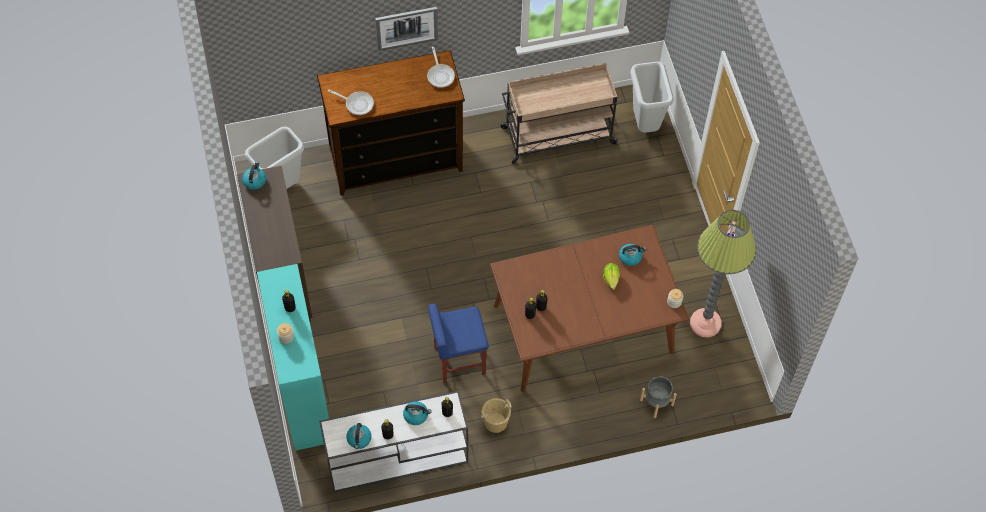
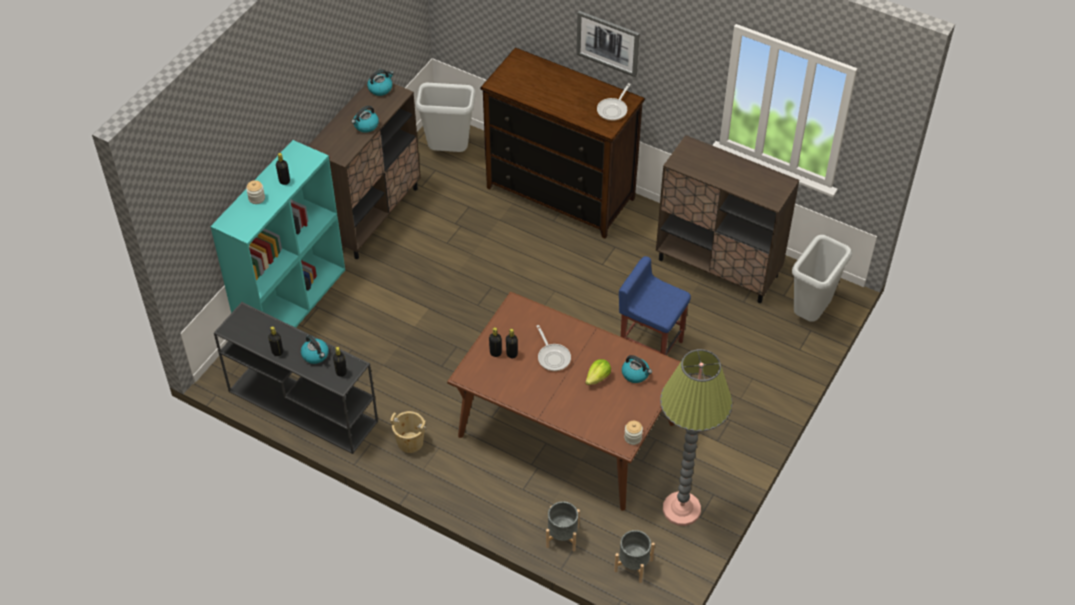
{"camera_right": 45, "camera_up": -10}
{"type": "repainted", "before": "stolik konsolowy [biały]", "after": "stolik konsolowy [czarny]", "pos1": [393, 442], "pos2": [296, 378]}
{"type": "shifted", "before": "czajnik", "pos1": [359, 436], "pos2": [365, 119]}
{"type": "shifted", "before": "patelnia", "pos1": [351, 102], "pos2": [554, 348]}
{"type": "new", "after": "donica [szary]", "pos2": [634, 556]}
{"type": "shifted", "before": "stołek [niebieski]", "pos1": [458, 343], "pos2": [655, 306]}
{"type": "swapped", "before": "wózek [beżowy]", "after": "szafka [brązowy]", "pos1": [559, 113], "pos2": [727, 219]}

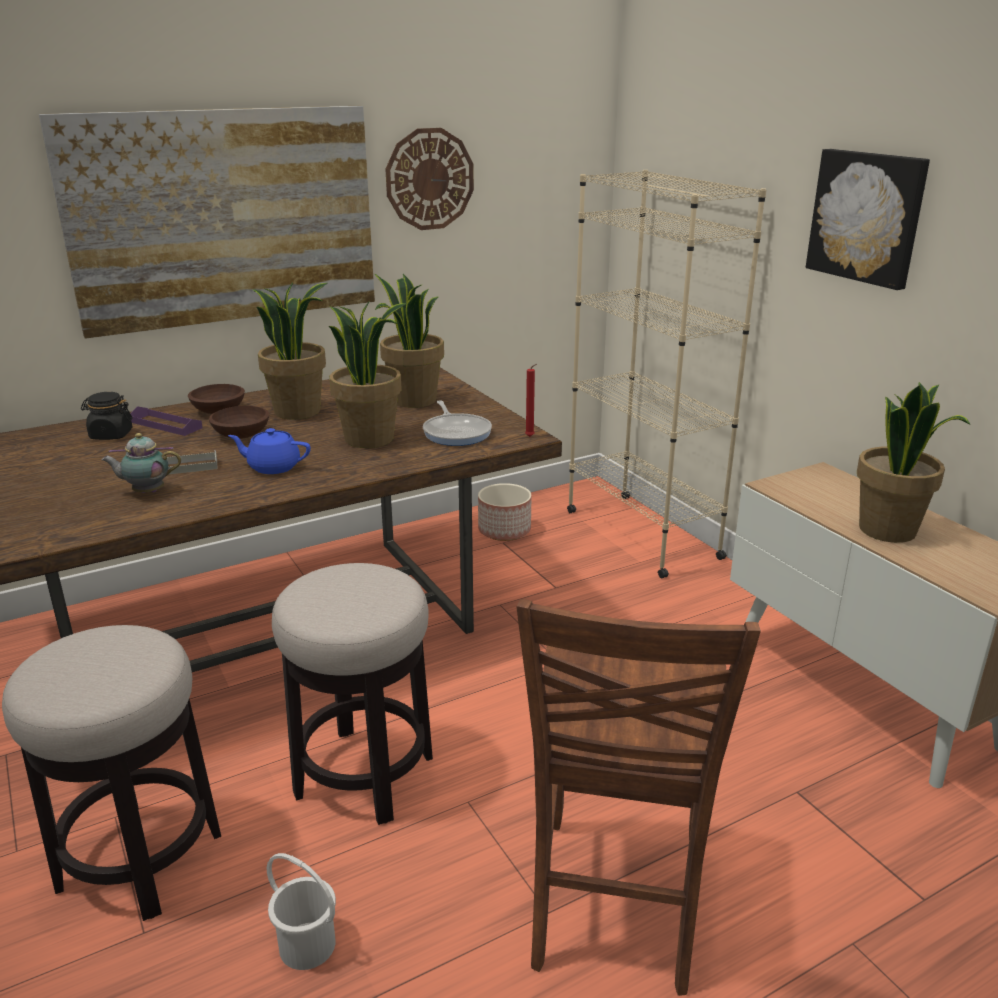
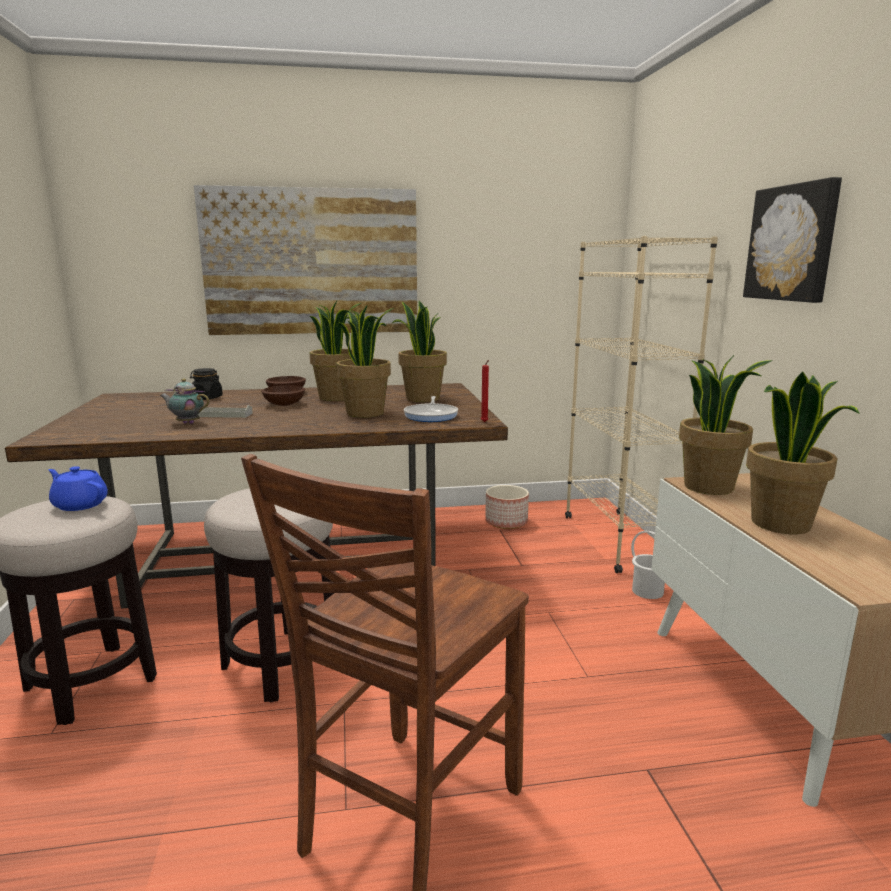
{"camera_right": 20, "camera_up": -10}
{"type": "shifted", "before": "imbryk [niebieski]", "pos1": [269, 451], "pos2": [78, 488]}
{"type": "shifted", "before": "wiadro [biały]", "pos1": [301, 911], "pos2": [648, 565]}
{"type": "new", "after": "roślina doniczkowa", "pos2": [726, 425]}
{"type": "gone", "before": "taca [fioletowy]", "pos1": [166, 421]}
{"type": "gone", "before": "zegar ścienny", "pos1": [429, 179]}

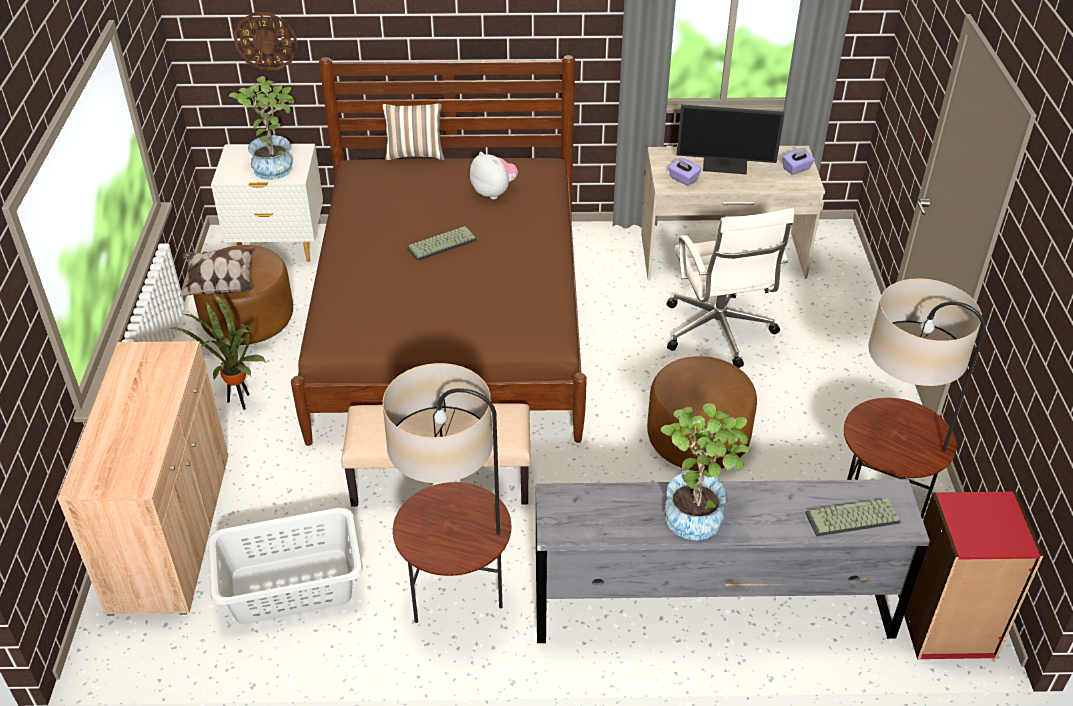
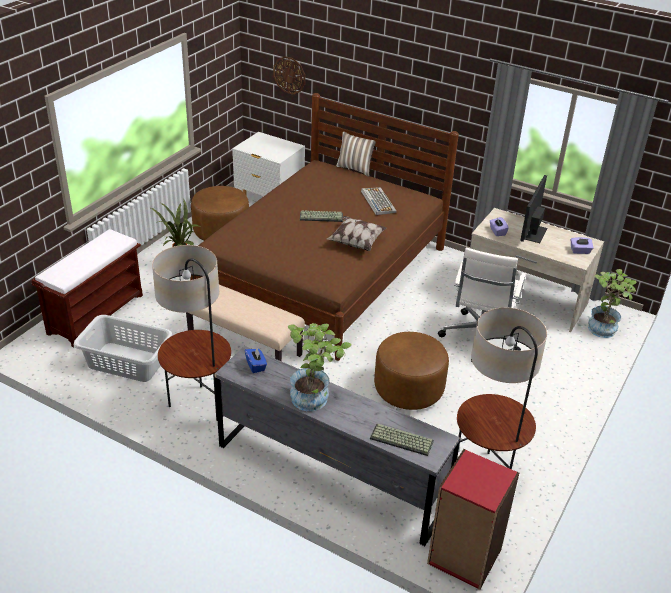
{"camera_right": 30, "camera_up": -5}
{"type": "swapped", "before": "szafka [beżowy]", "after": "ławka [brązowy]", "pos1": [142, 478], "pos2": [87, 288]}
{"type": "new", "after": "pudełko chusteczek [niebieski]", "pos2": [256, 360]}
{"type": "shifted", "before": "poduszka", "pos1": [217, 272], "pos2": [357, 233]}
{"type": "swapped", "before": "pluszak", "after": "klawiatura", "pos1": [494, 175], "pos2": [379, 201]}
{"type": "rotated", "before": "monitor", "pos1": [730, 139], "pos2": [533, 209], "turn": 75}
{"type": "shifted", "before": "roślina doniczkowa", "pos1": [261, 128], "pos2": [612, 303]}

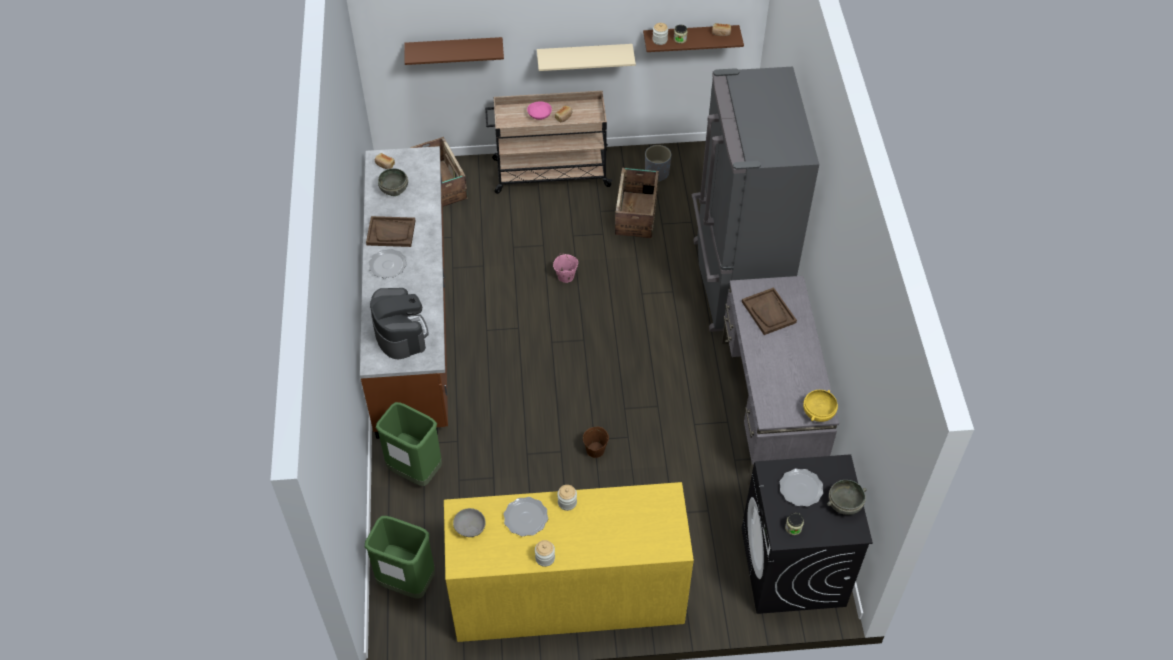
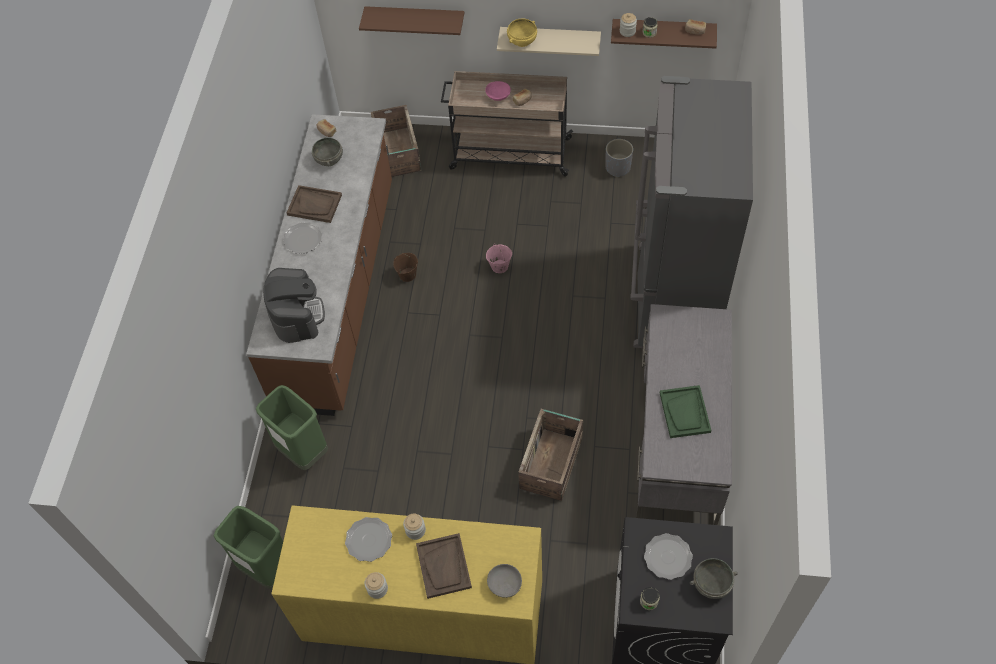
{"camera_right": 15, "camera_up": 5}
{"type": "shifted", "before": "wiadro [brązowy]", "pos1": [596, 442], "pos2": [405, 267]}
{"type": "shifted", "before": "taca [brązowy]", "pos1": [769, 311], "pos2": [444, 566]}
{"type": "shifted", "before": "miska [szary]", "pos1": [469, 522], "pos2": [504, 581]}
{"type": "shifted", "before": "miska [żółty]", "pos1": [820, 406], "pos2": [522, 33]}
{"type": "shifted", "before": "skrzynka", "pos1": [637, 203], "pos2": [550, 455]}
{"type": "new", "after": "taca [zielony]", "pos2": [686, 411]}

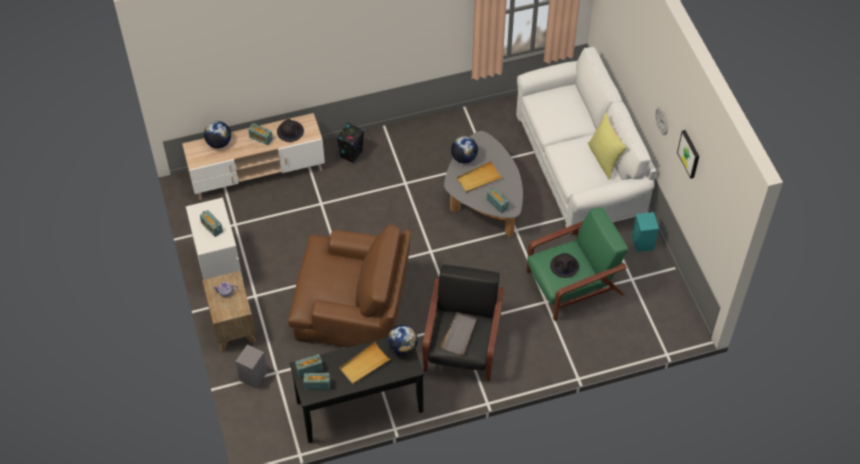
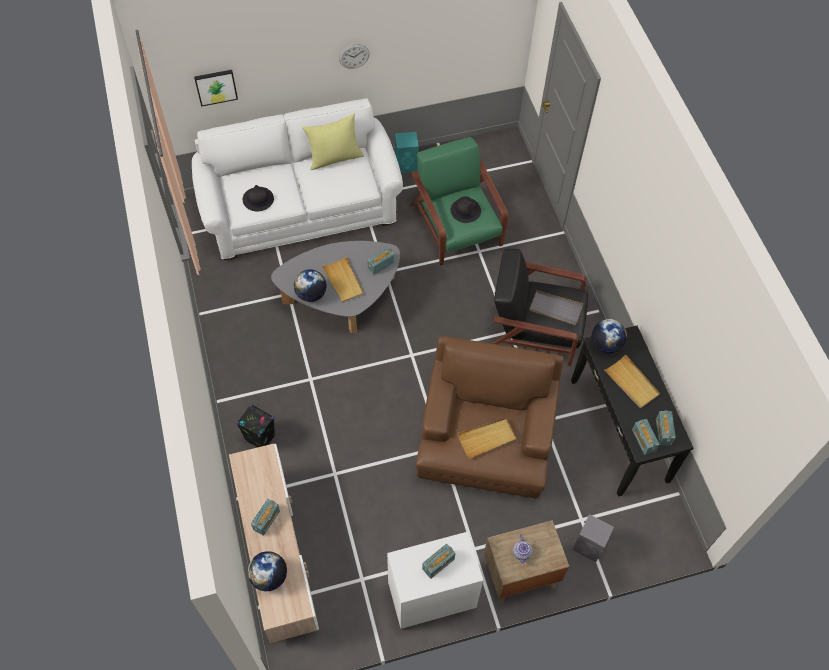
{"camera_right": -90, "camera_up": 5}
{"type": "shifted", "before": "obraz", "pos1": [688, 154], "pos2": [216, 88]}
{"type": "shifted", "before": "kapelusz [czarny]", "pos1": [290, 130], "pos2": [258, 198]}
{"type": "new", "after": "taca [beżowy]", "pos2": [487, 438]}

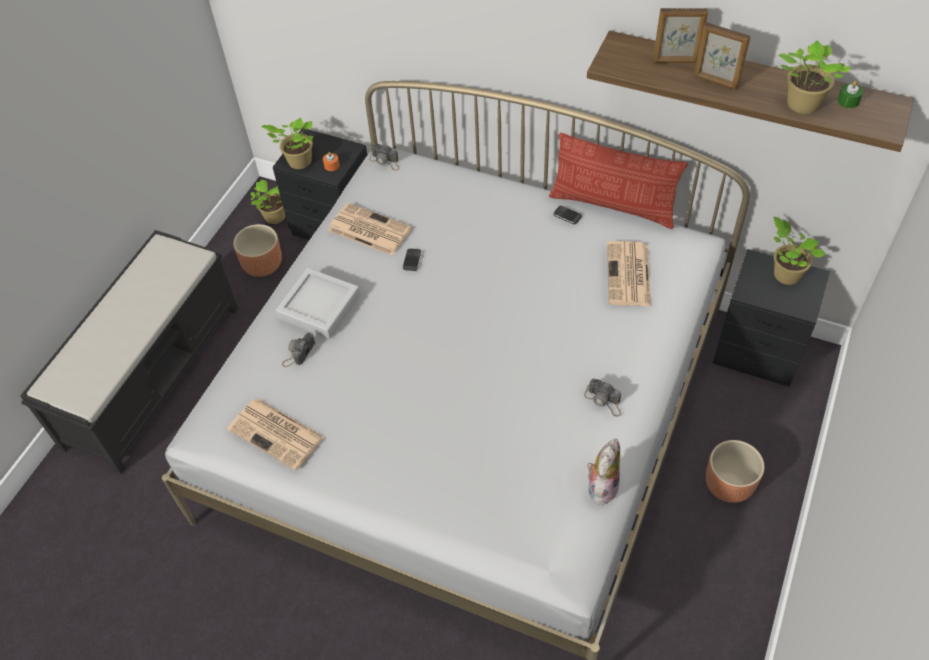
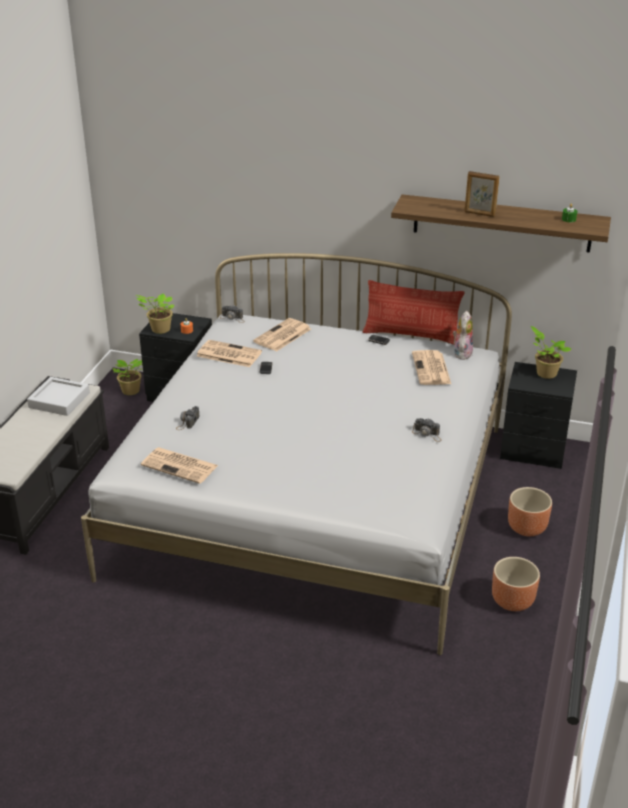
{"camera_right": -10, "camera_up": -20}
{"type": "shifted", "before": "taca [szary]", "pos1": [318, 303], "pos2": [58, 396]}
{"type": "new", "after": "gazeta", "pos2": [282, 334]}
{"type": "shifted", "before": "pluszak", "pos1": [603, 471], "pos2": [463, 335]}
{"type": "shifted", "before": "donica [brązowy]", "pos1": [257, 250], "pos2": [516, 584]}
{"type": "gone", "before": "ramka na zdjęcie", "pos1": [680, 35]}
{"type": "gone", "before": "roślina doniczkowa", "pos1": [814, 77]}

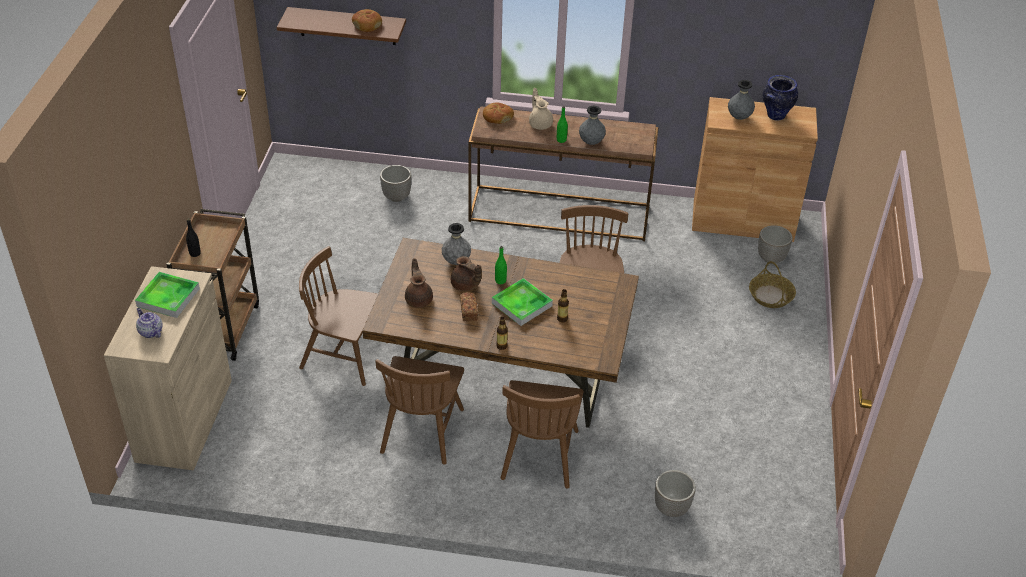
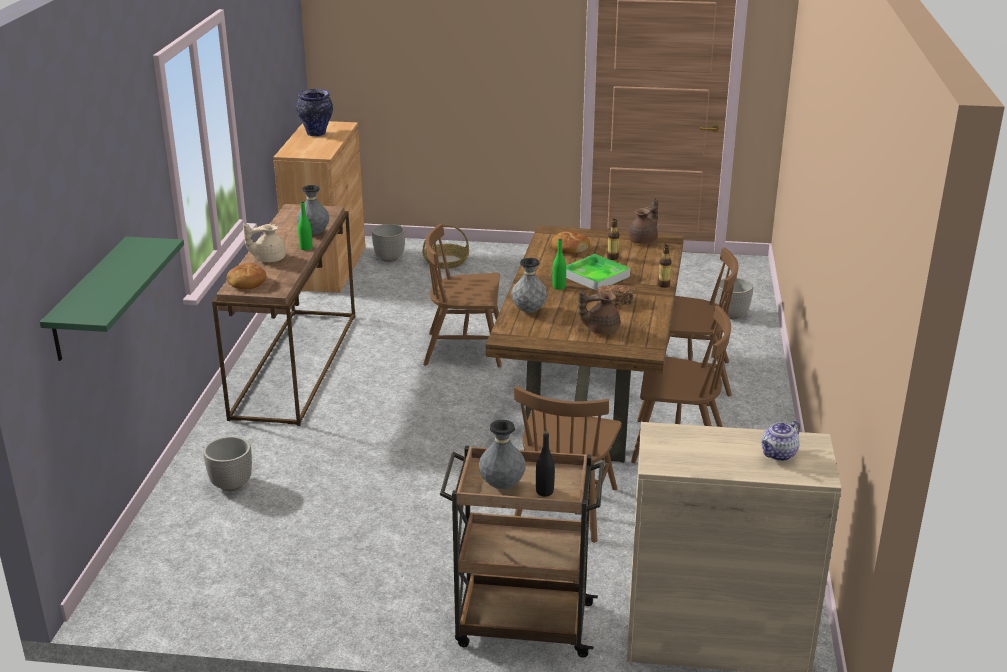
{"camera_right": -90, "camera_up": -15}
{"type": "repainted", "before": "półka [brązowy]", "after": "półka [zielony]", "pos1": [341, 26], "pos2": [112, 299]}
{"type": "shifted", "before": "wazon [szary]", "pos1": [741, 100], "pos2": [502, 454]}
{"type": "shifted", "before": "chleb", "pos1": [367, 20], "pos2": [570, 242]}
{"type": "shifted", "before": "imbryk [brązowy]", "pos1": [466, 273], "pos2": [643, 220]}
{"type": "gone", "before": "taca", "pos1": [167, 295]}

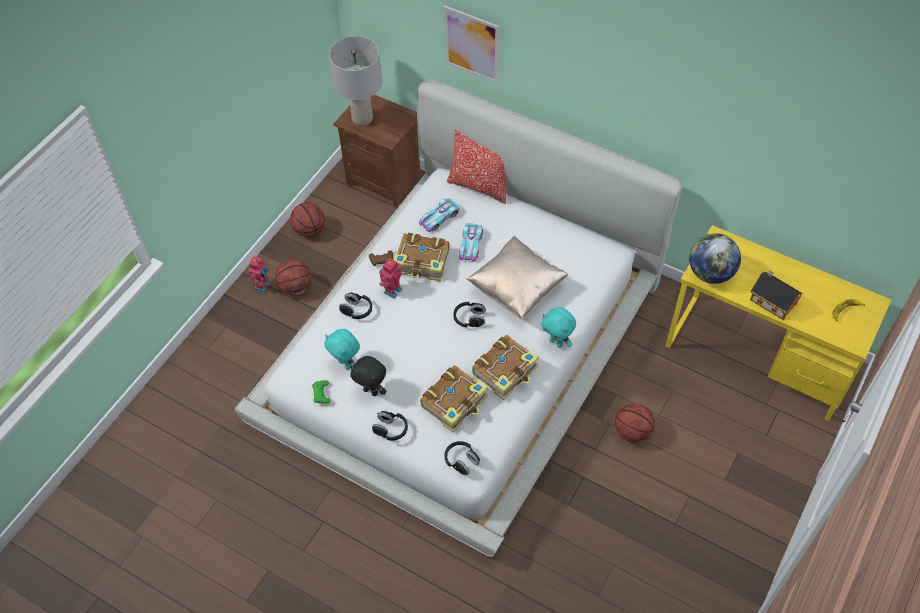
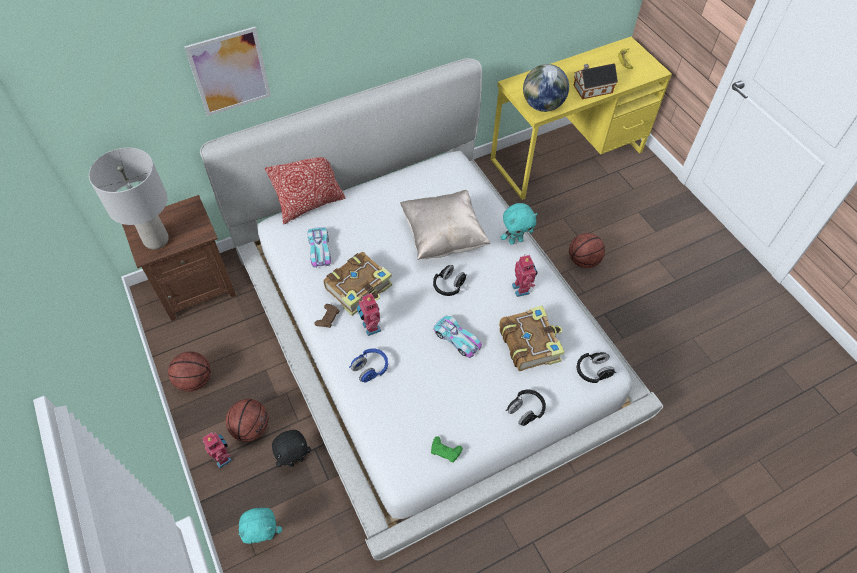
{"camera_right": -60, "camera_up": 0}
{"type": "shifted", "before": "pluszak [turkusowy]", "pos1": [342, 349], "pos2": [260, 526]}
{"type": "shifted", "before": "pluszak [czarny]", "pos1": [368, 376], "pos2": [291, 448]}
{"type": "repainted", "before": "słuchawki [czarny]", "after": "słuchawki [niebieski]", "pos1": [355, 305], "pos2": [368, 365]}
{"type": "shifted", "before": "samochodzik", "pos1": [471, 243], "pos2": [458, 337]}
{"type": "swapped", "before": "książka", "after": "robot zabawkowy", "pos1": [505, 367], "pos2": [525, 275]}

